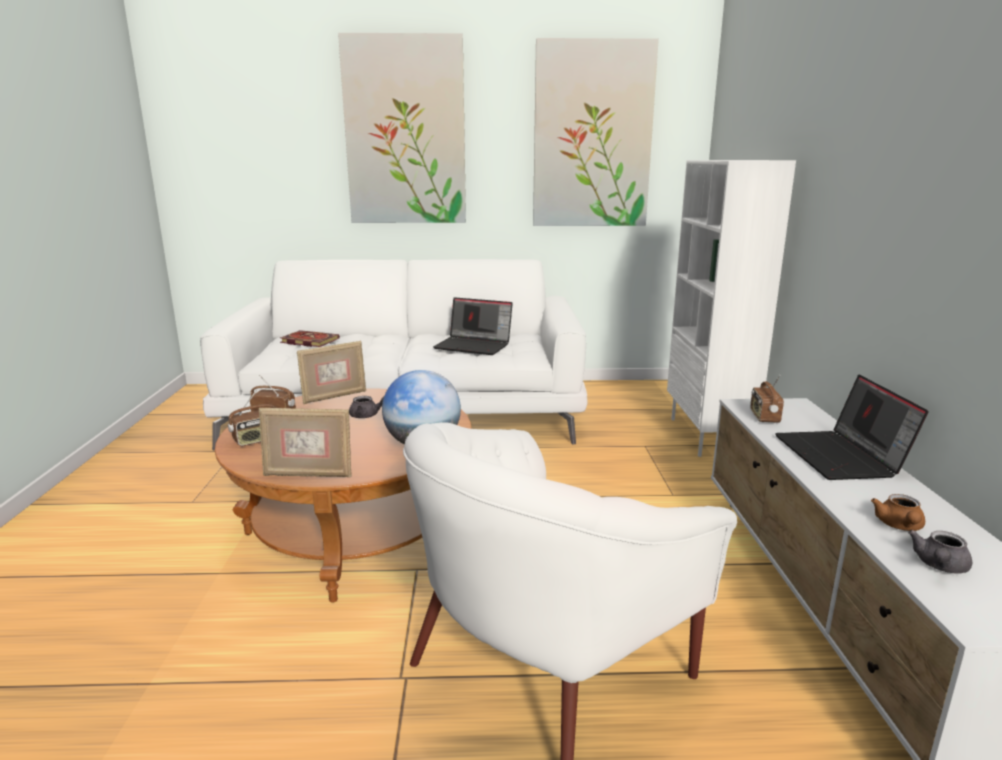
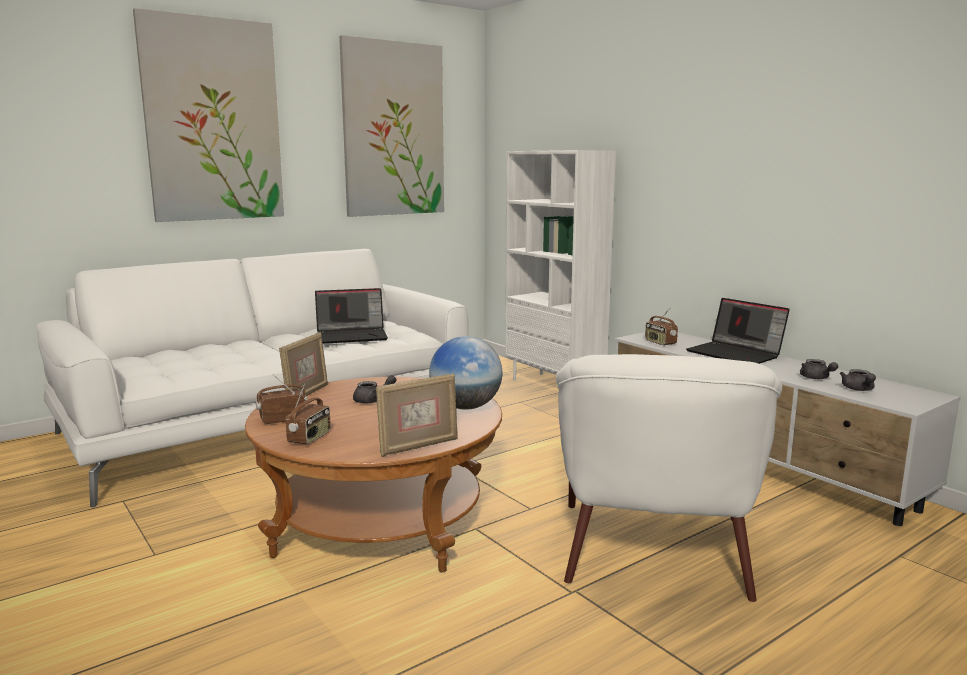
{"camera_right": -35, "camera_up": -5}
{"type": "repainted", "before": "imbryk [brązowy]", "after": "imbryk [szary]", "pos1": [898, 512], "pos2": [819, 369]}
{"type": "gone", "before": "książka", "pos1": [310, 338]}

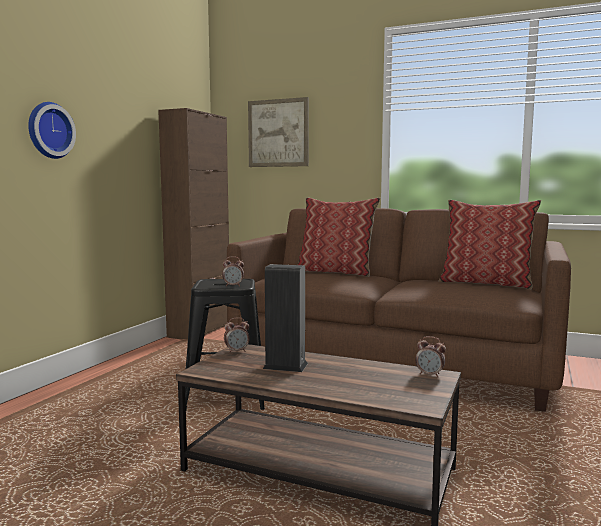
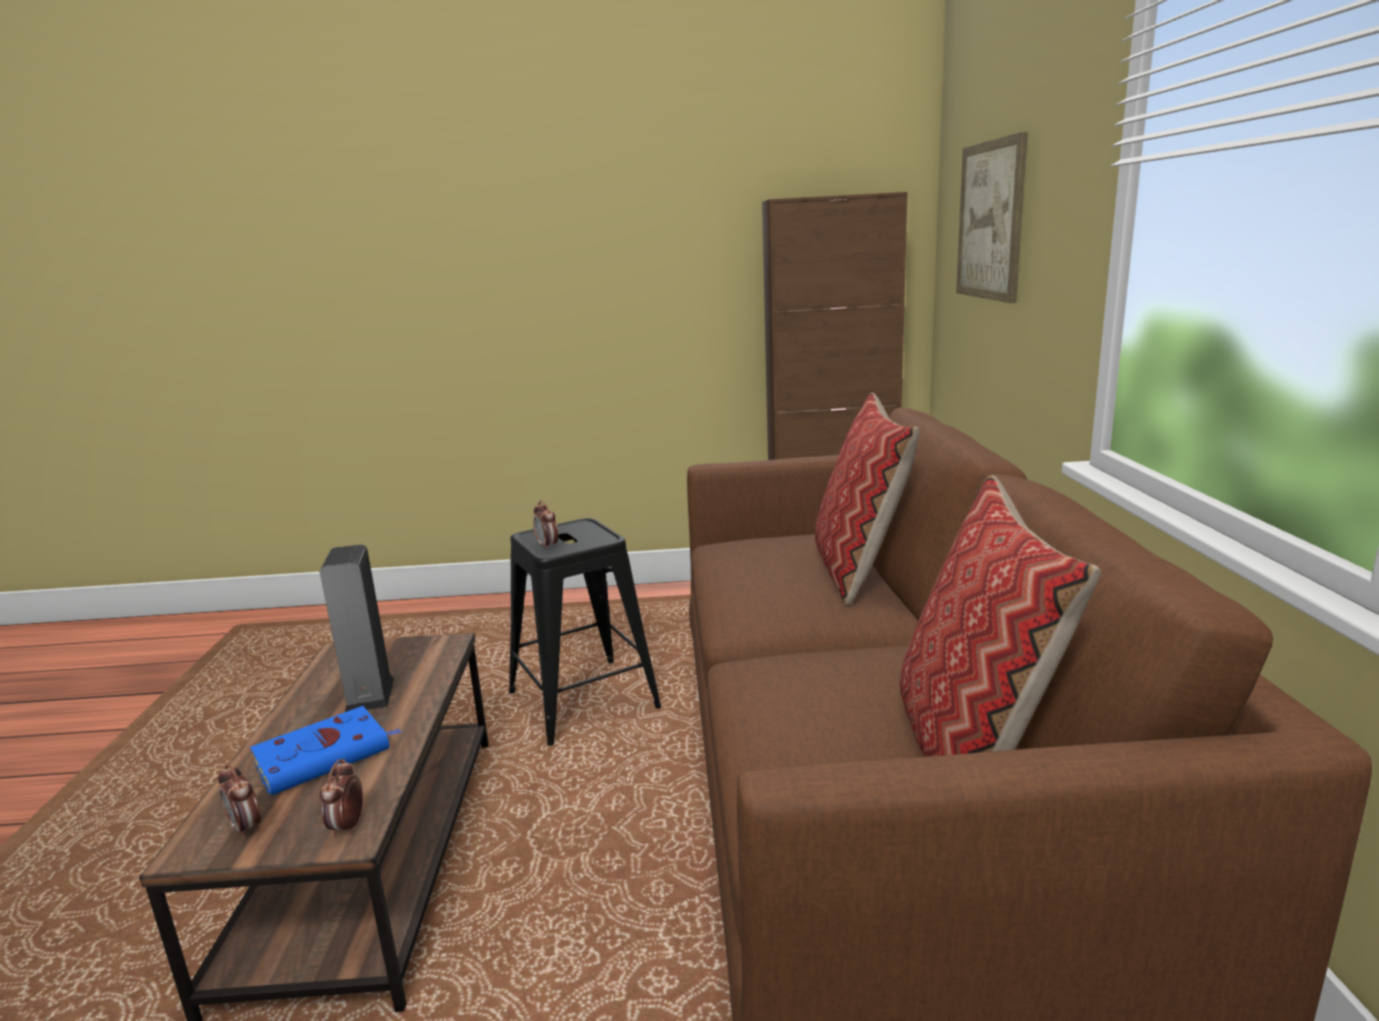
{"camera_right": 65, "camera_up": 10}
{"type": "shifted", "before": "budzik", "pos1": [237, 335], "pos2": [239, 801]}
{"type": "new", "after": "książka [niebieski]", "pos2": [326, 751]}
{"type": "gone", "before": "zegar ścienny", "pos1": [52, 130]}

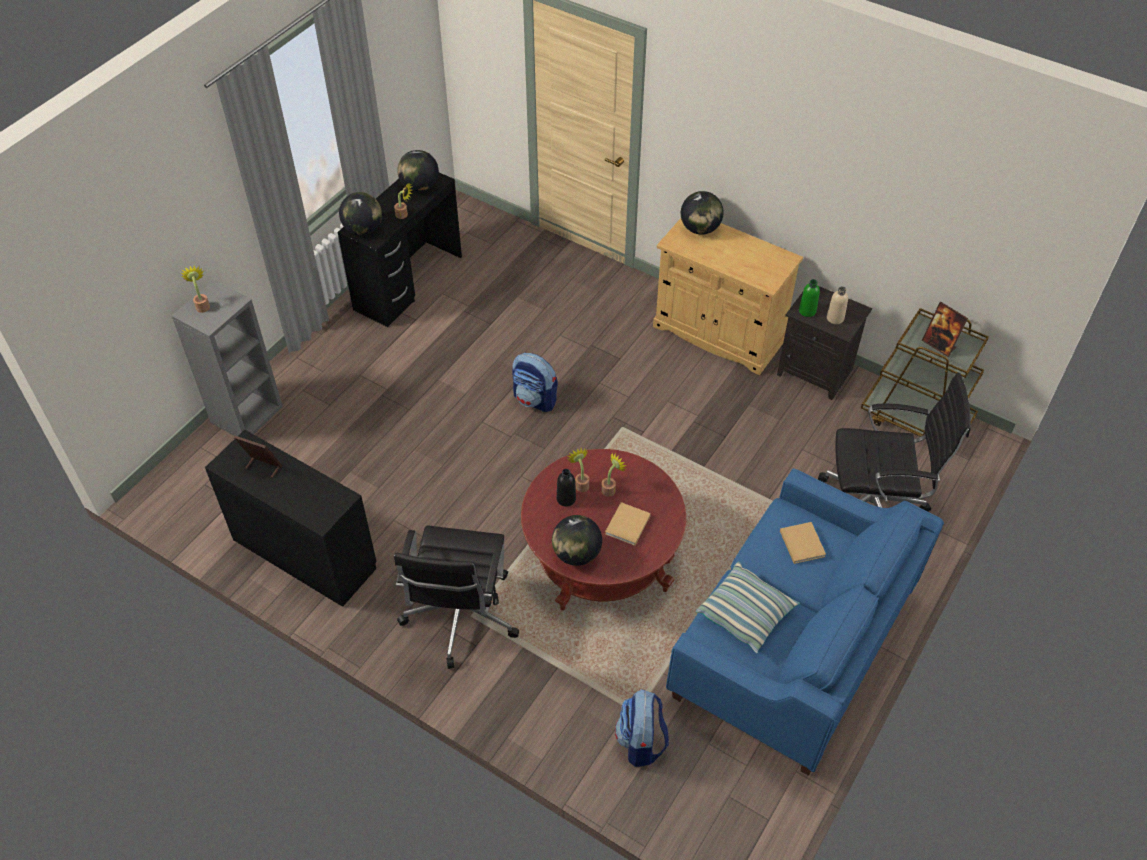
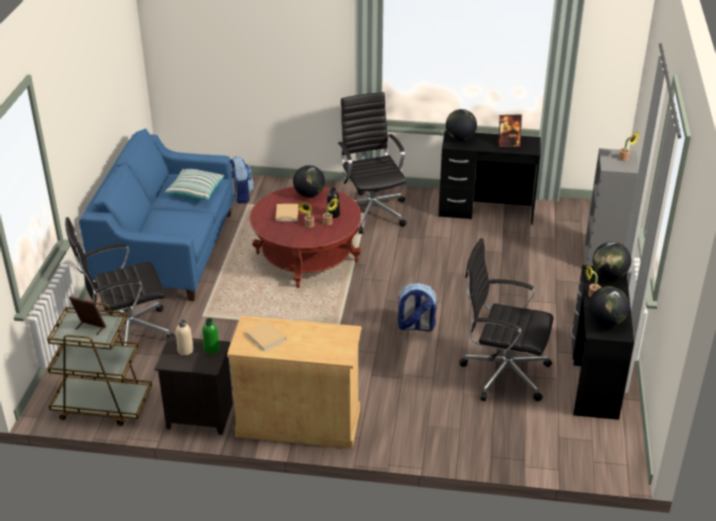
{"camera_right": 155, "camera_up": -15}
{"type": "shifted", "before": "książka [beżowy]", "pos1": [803, 543], "pos2": [265, 336]}
{"type": "shifted", "before": "globus", "pos1": [702, 213], "pos2": [461, 125]}
{"type": "new", "after": "krzesło biurowe [czarny]", "pos2": [506, 319]}

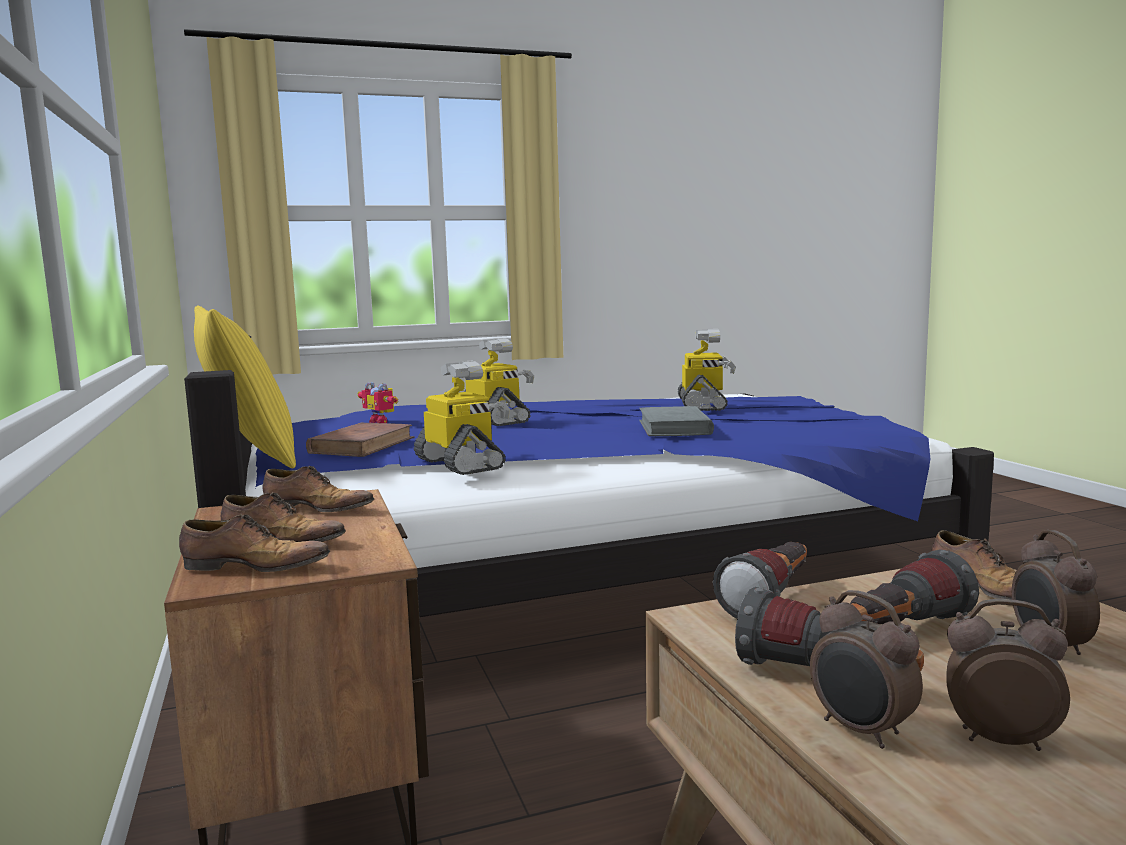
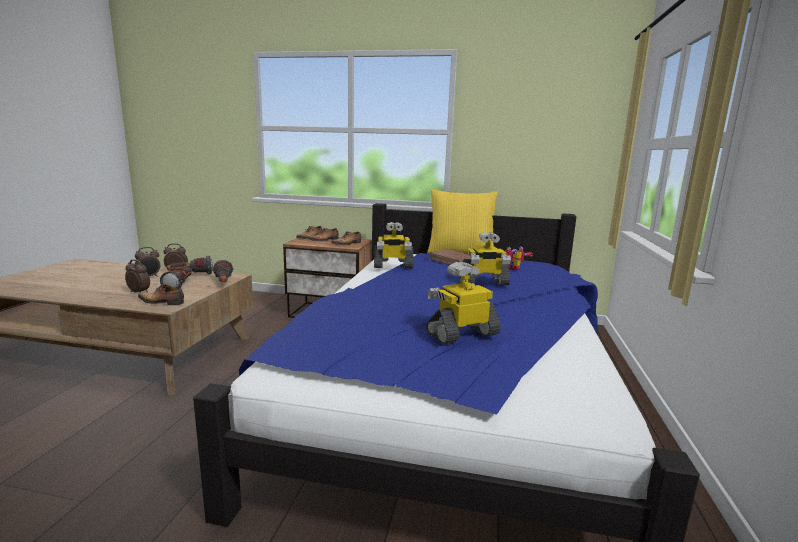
{"camera_right": 120, "camera_up": 5}
{"type": "rotated", "before": "robot zabawkowy", "pos1": [707, 370], "pos2": [463, 303], "turn": 120}
{"type": "gone", "before": "książka [szary]", "pos1": [676, 421]}

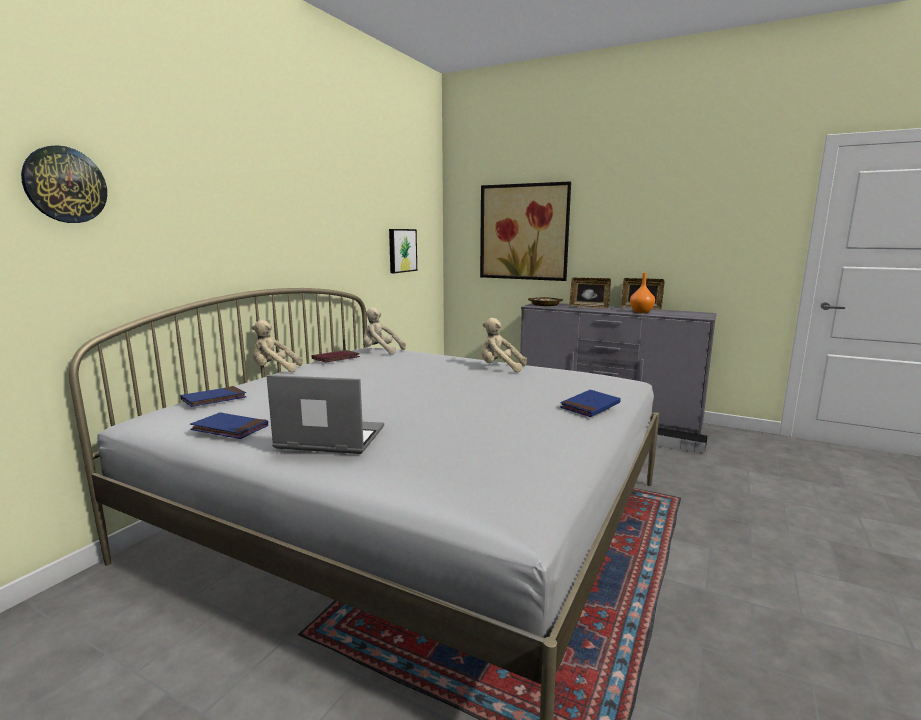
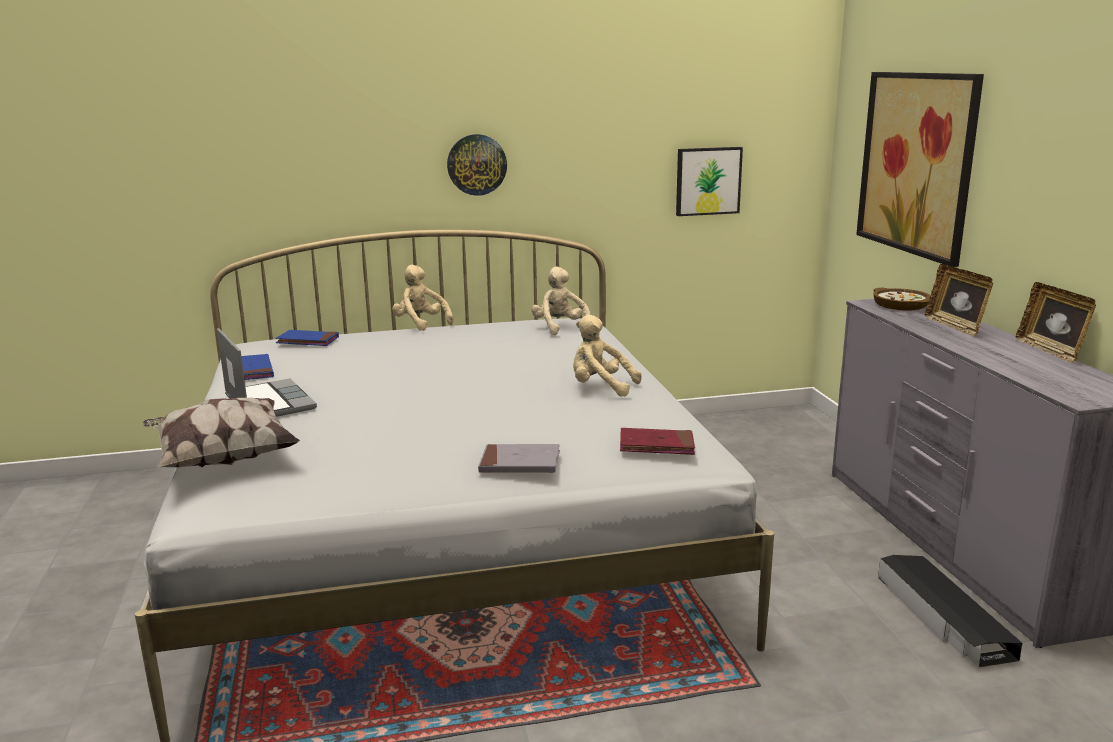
{"camera_right": 50, "camera_up": 5}
{"type": "new", "after": "poduszka", "pos2": [221, 433]}
{"type": "shifted", "before": "zegar ścienny", "pos1": [64, 184], "pos2": [477, 165]}
{"type": "repainted", "before": "książka [niebieski]", "after": "książka [szary]", "pos1": [590, 403], "pos2": [519, 458]}
{"type": "rotated", "before": "pluszak [beżowy]", "pos1": [504, 345], "pos2": [607, 355], "turn": -45}
{"type": "shifted", "before": "książka [czerwony]", "pos1": [336, 356], "pos2": [657, 441]}
{"type": "gone", "before": "wazon [pomarańczowy]", "pos1": [642, 293]}

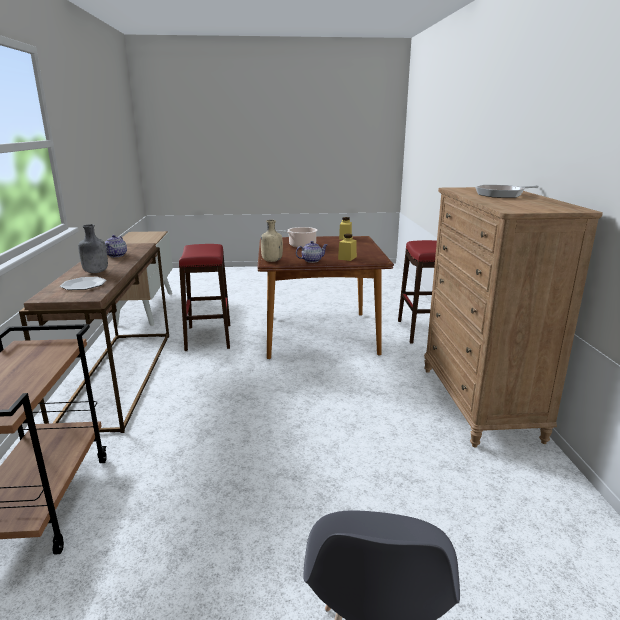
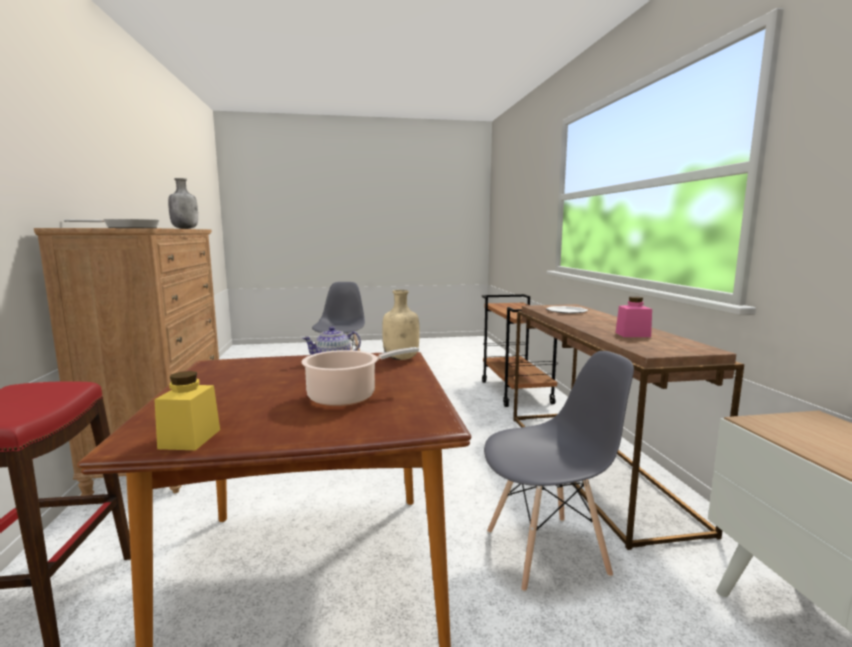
{"camera_right": 175, "camera_up": -10}
{"type": "shifted", "before": "butelka [szary]", "pos1": [93, 248], "pos2": [183, 203]}
{"type": "swapped", "before": "stołek [czerwony]", "after": "krzesło [szary]", "pos1": [204, 297], "pos2": [559, 471]}
{"type": "swapped", "before": "imbryk", "after": "słoik [różowy]", "pos1": [116, 246], "pos2": [633, 316]}
{"type": "gone", "before": "słoik [żółty]", "pos1": [347, 247]}

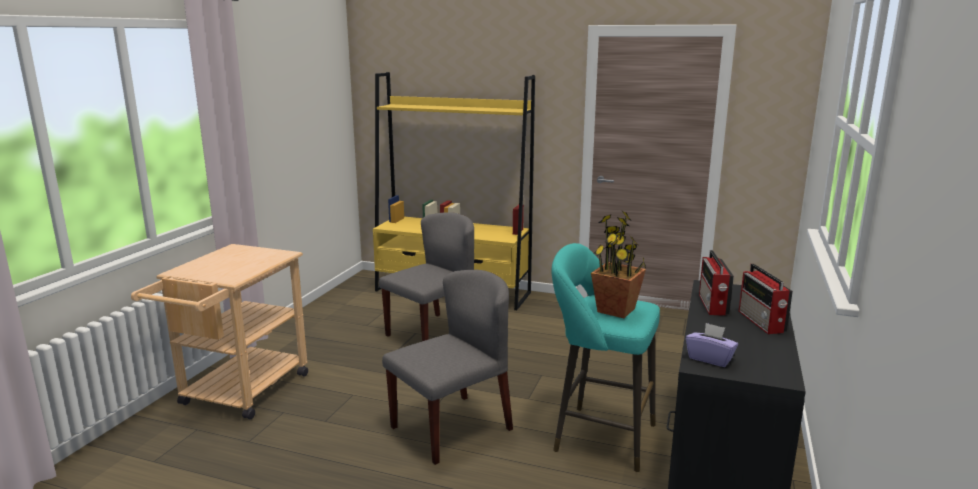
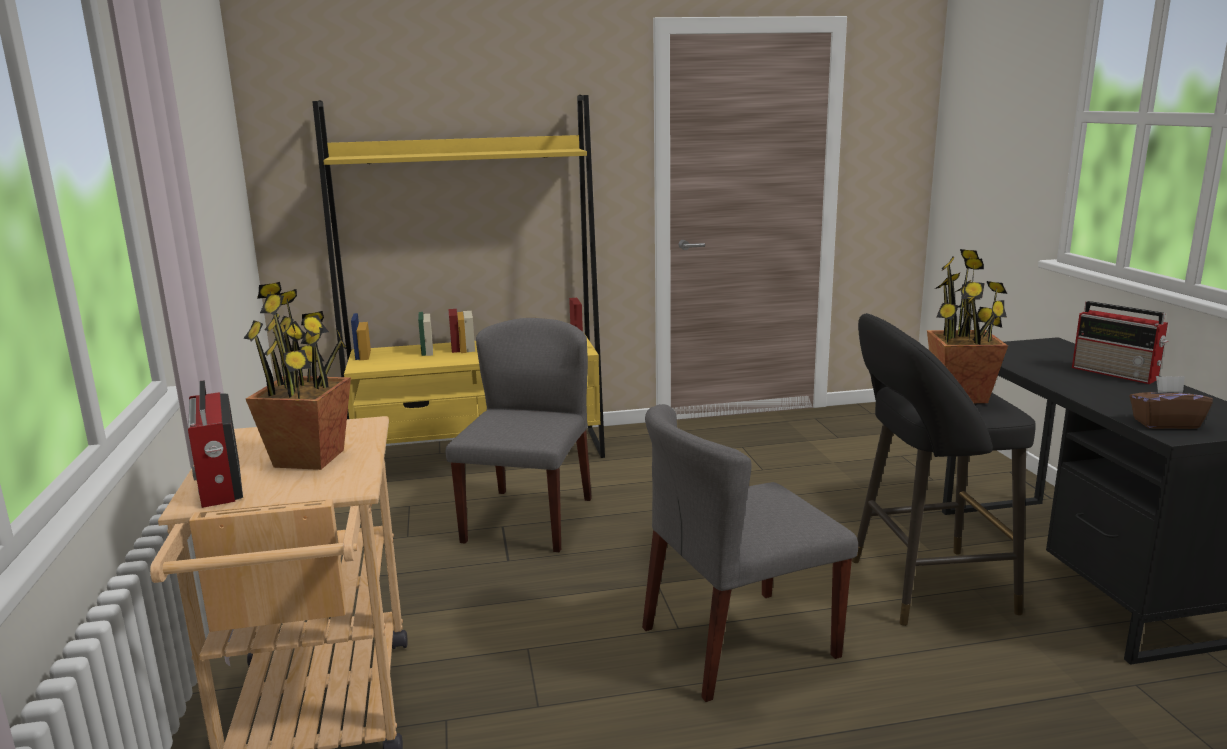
{"camera_right": -30, "camera_up": 0}
{"type": "shifted", "before": "radio", "pos1": [716, 283], "pos2": [215, 444]}
{"type": "new", "after": "roślina doniczkowa", "pos2": [297, 376]}
{"type": "rotated", "before": "krzesło [szary]", "pos1": [447, 367], "pos2": [750, 553], "turn": -135}
{"type": "repainted", "before": "stołek [turkusowy]", "after": "stołek [czarny]", "pos1": [605, 357], "pos2": [944, 469]}
{"type": "repainted", "before": "pudełko chusteczek [fioletowy]", "after": "pudełko chusteczek [brązowy]", "pos1": [712, 345], "pos2": [1171, 402]}

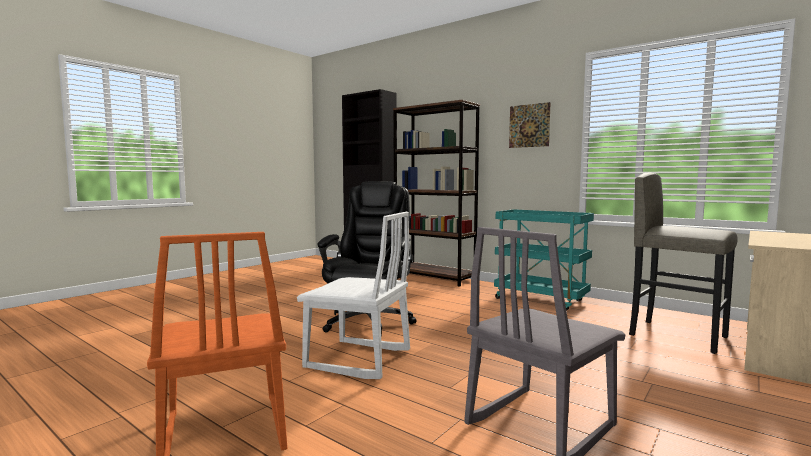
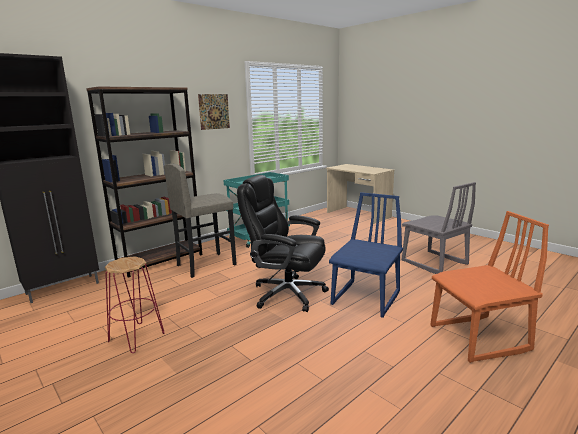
{"camera_right": -80, "camera_up": 10}
{"type": "new", "after": "stołek [czerwony]", "pos2": [134, 304]}
{"type": "shifted", "before": "stołek [szary]", "pos1": [683, 263], "pos2": [200, 221]}
{"type": "repainted", "before": "krzesło [biały]", "after": "krzesło [niebieski]", "pos1": [353, 295], "pos2": [366, 255]}

